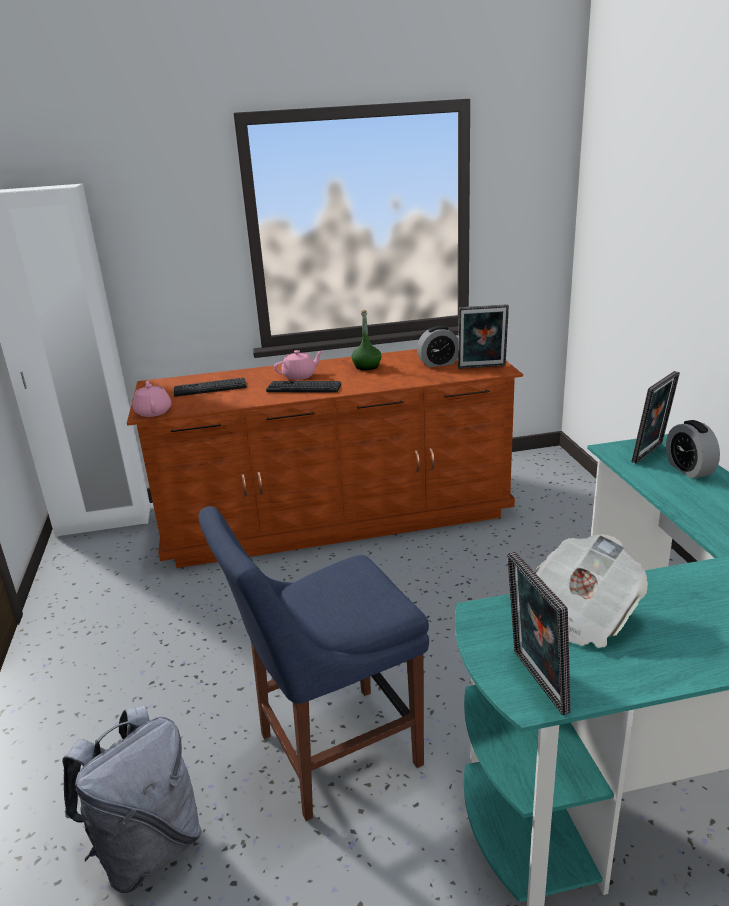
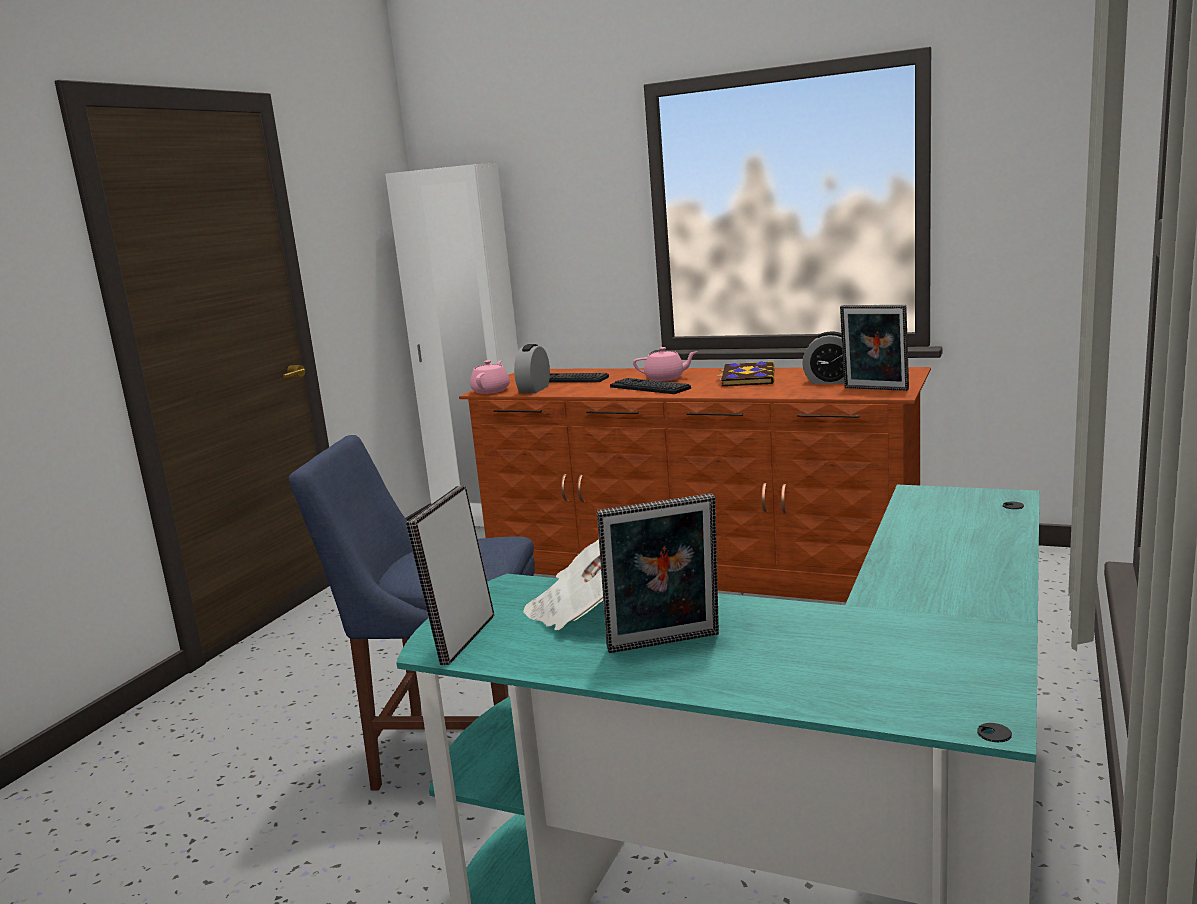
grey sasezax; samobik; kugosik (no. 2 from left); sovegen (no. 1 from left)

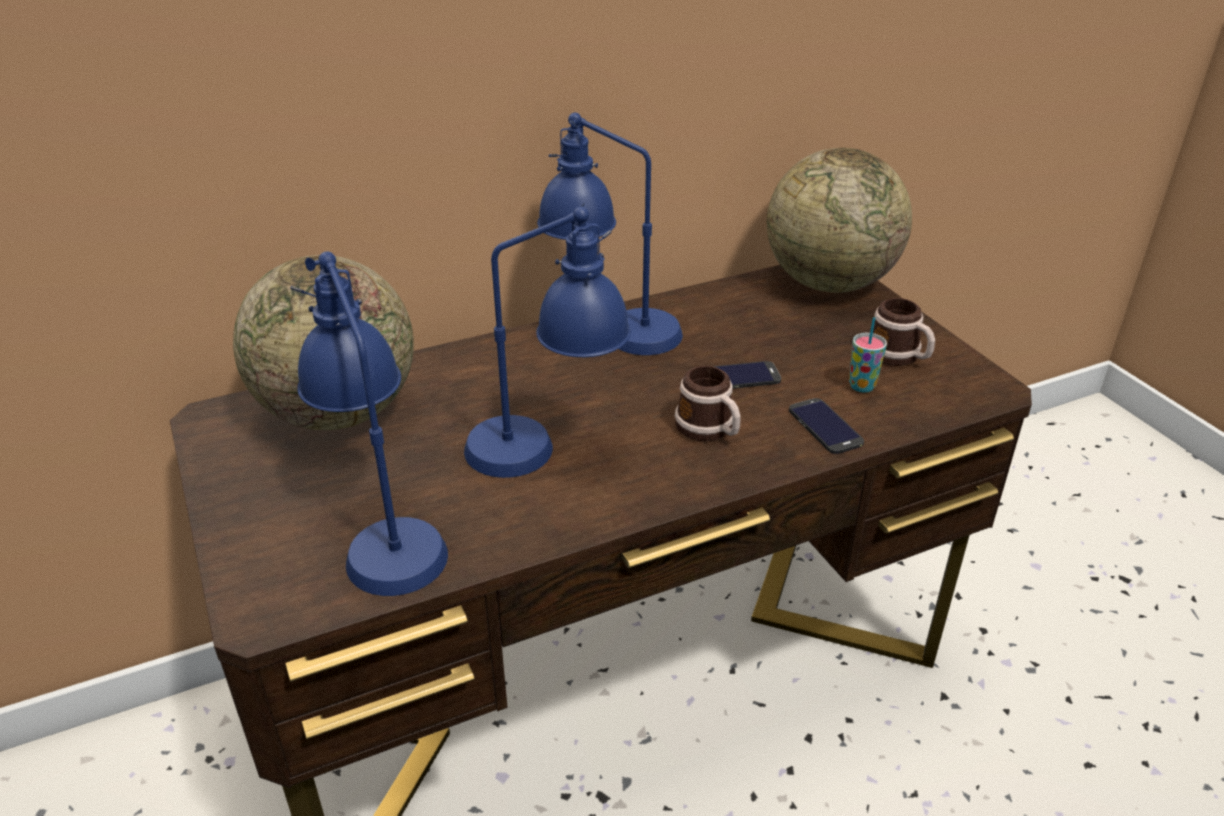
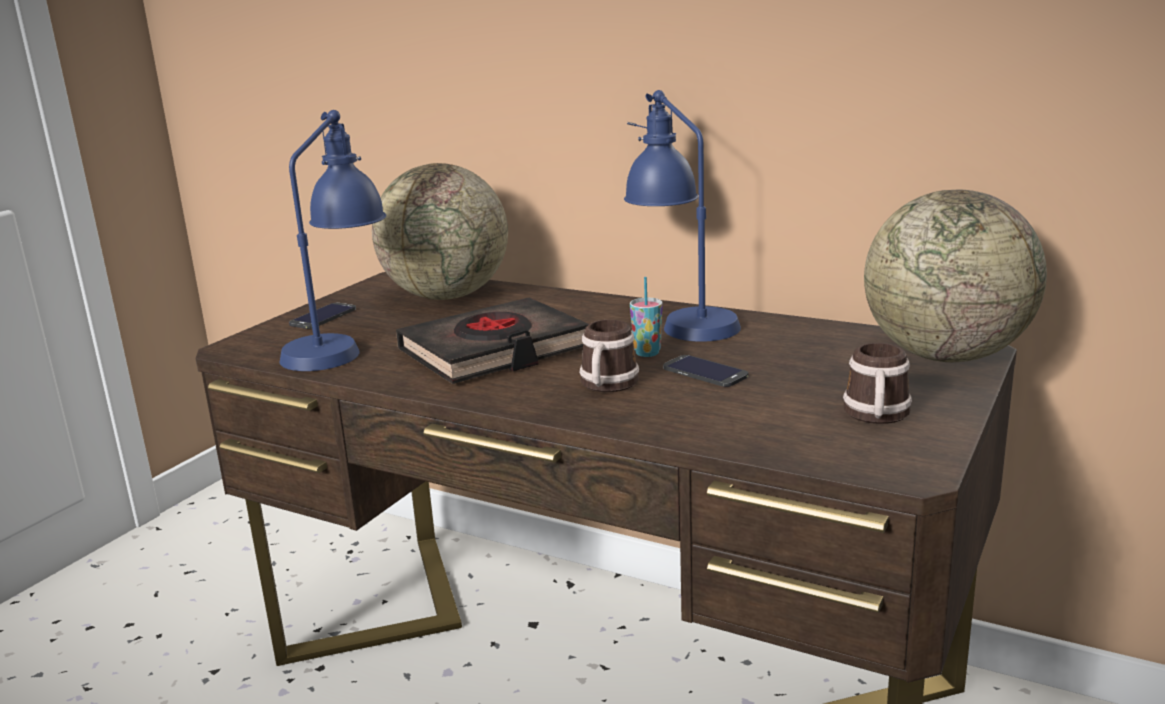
black samobik; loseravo (no. 1 from left); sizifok

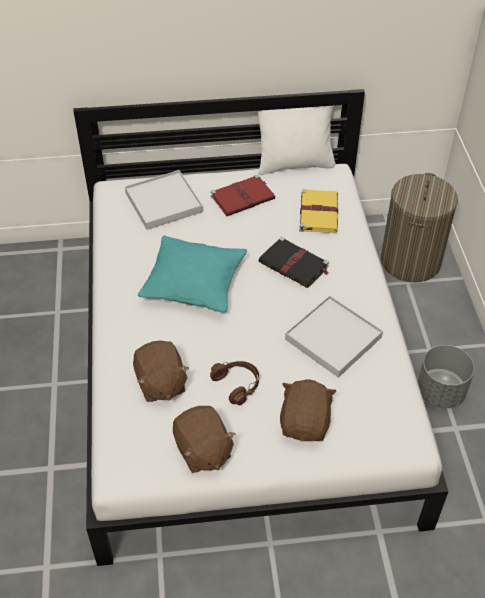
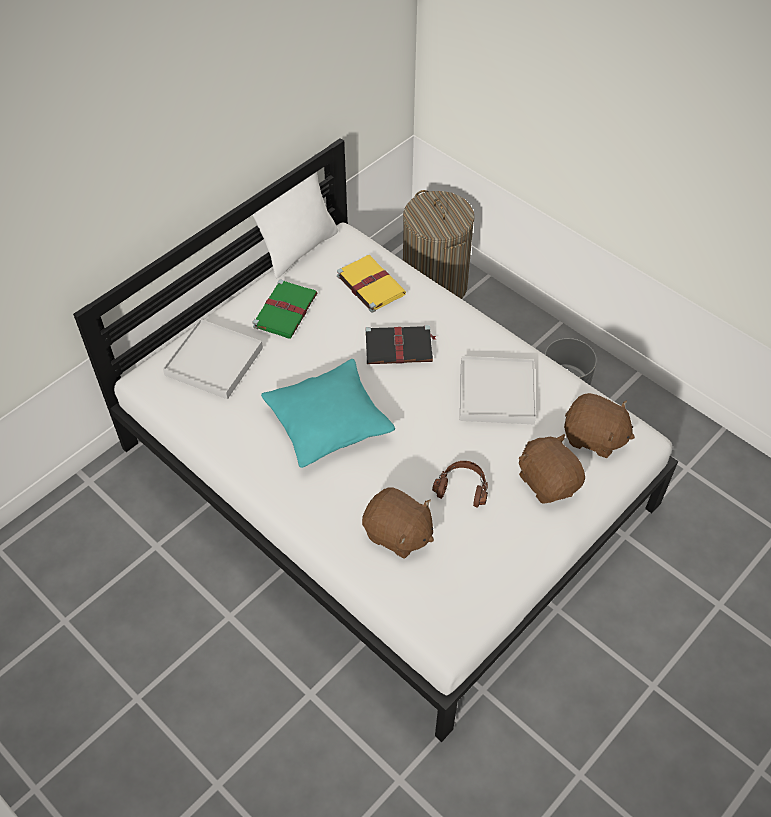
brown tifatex (no. 3 from left); green samobik

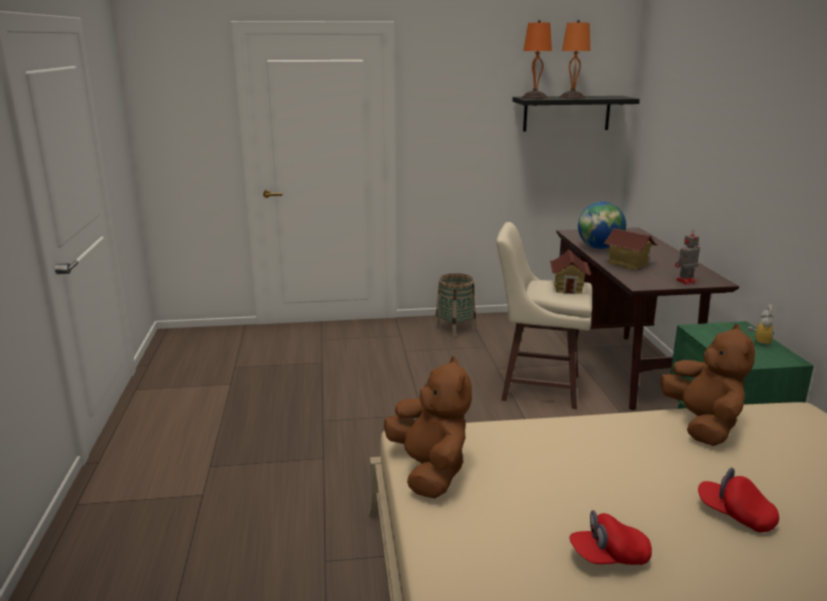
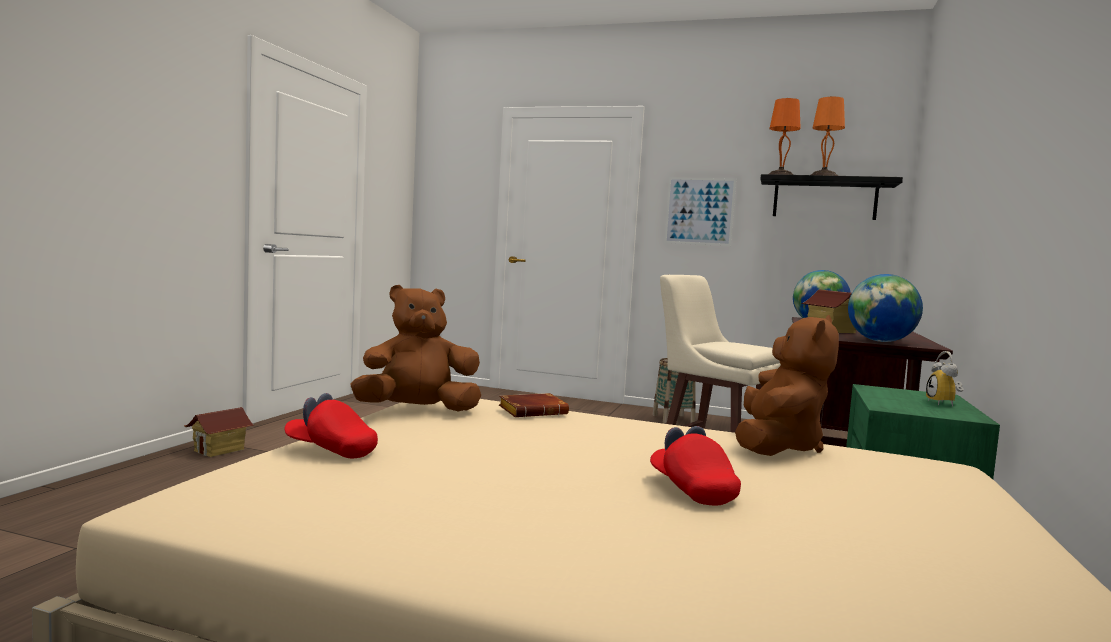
brown tifatex (no. 1 from left); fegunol (no. 1 from left); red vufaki (no. 1 from left); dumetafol (no. 2 from left); sovegen; brown samobik; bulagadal

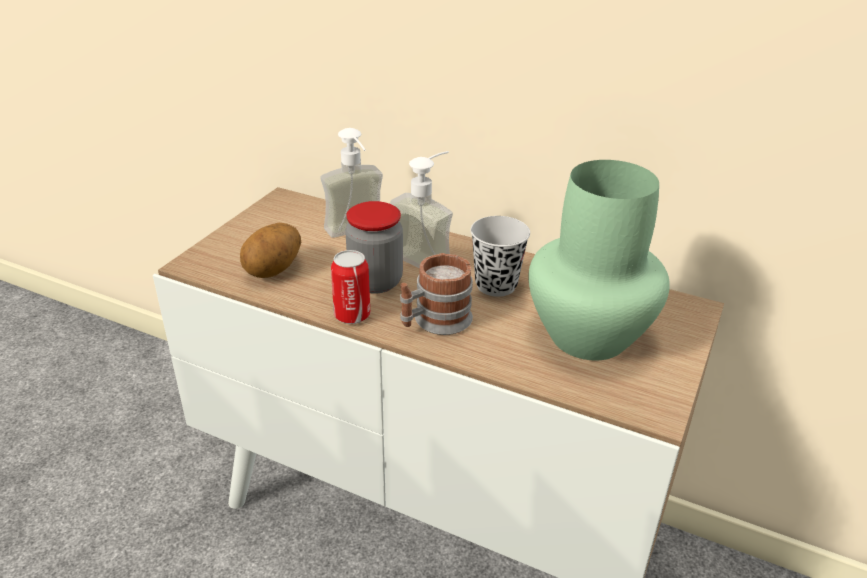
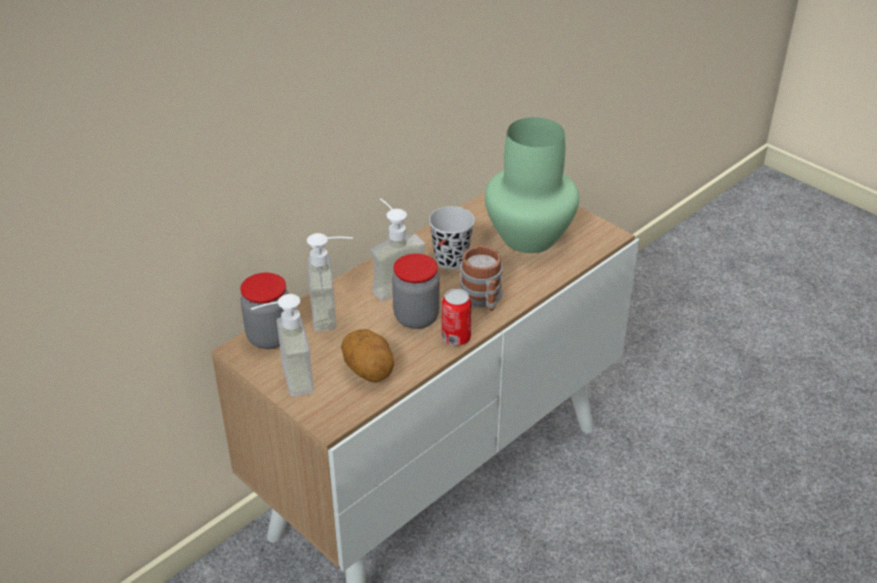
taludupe (no. 1 from left); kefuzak (no. 1 from left)

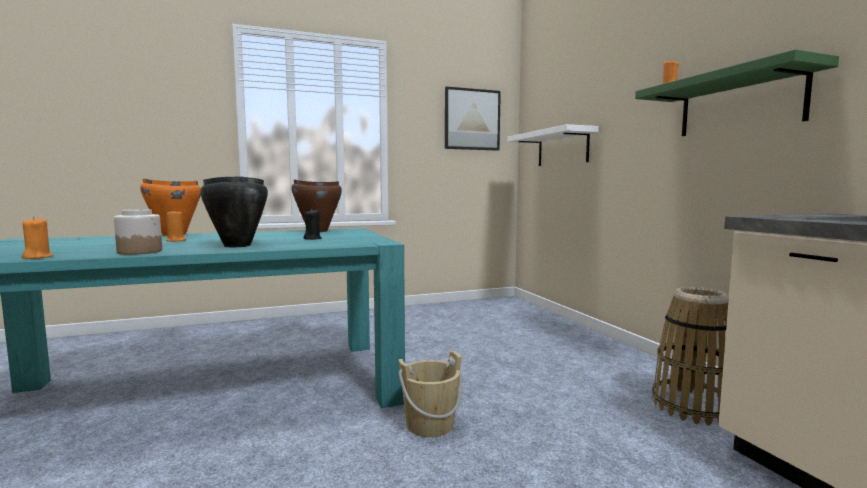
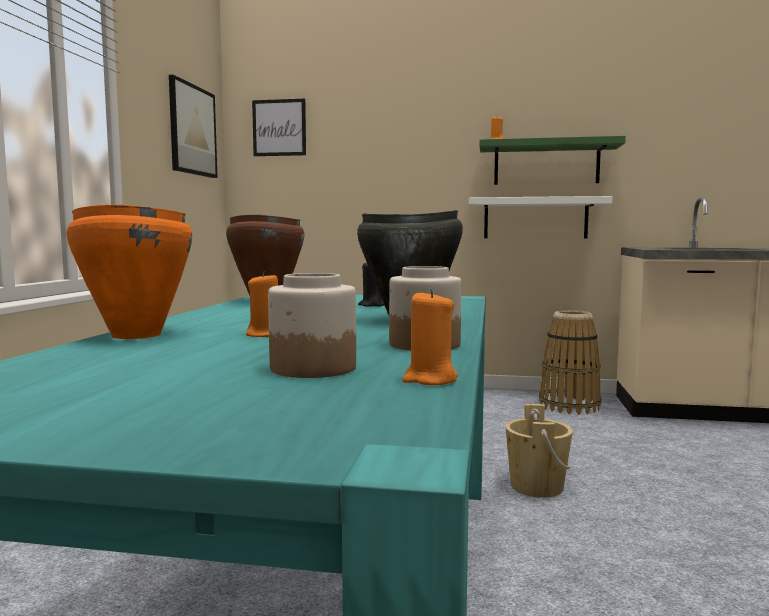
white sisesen; bulagadal (no. 2 from left); taludupe (no. 1 from left)

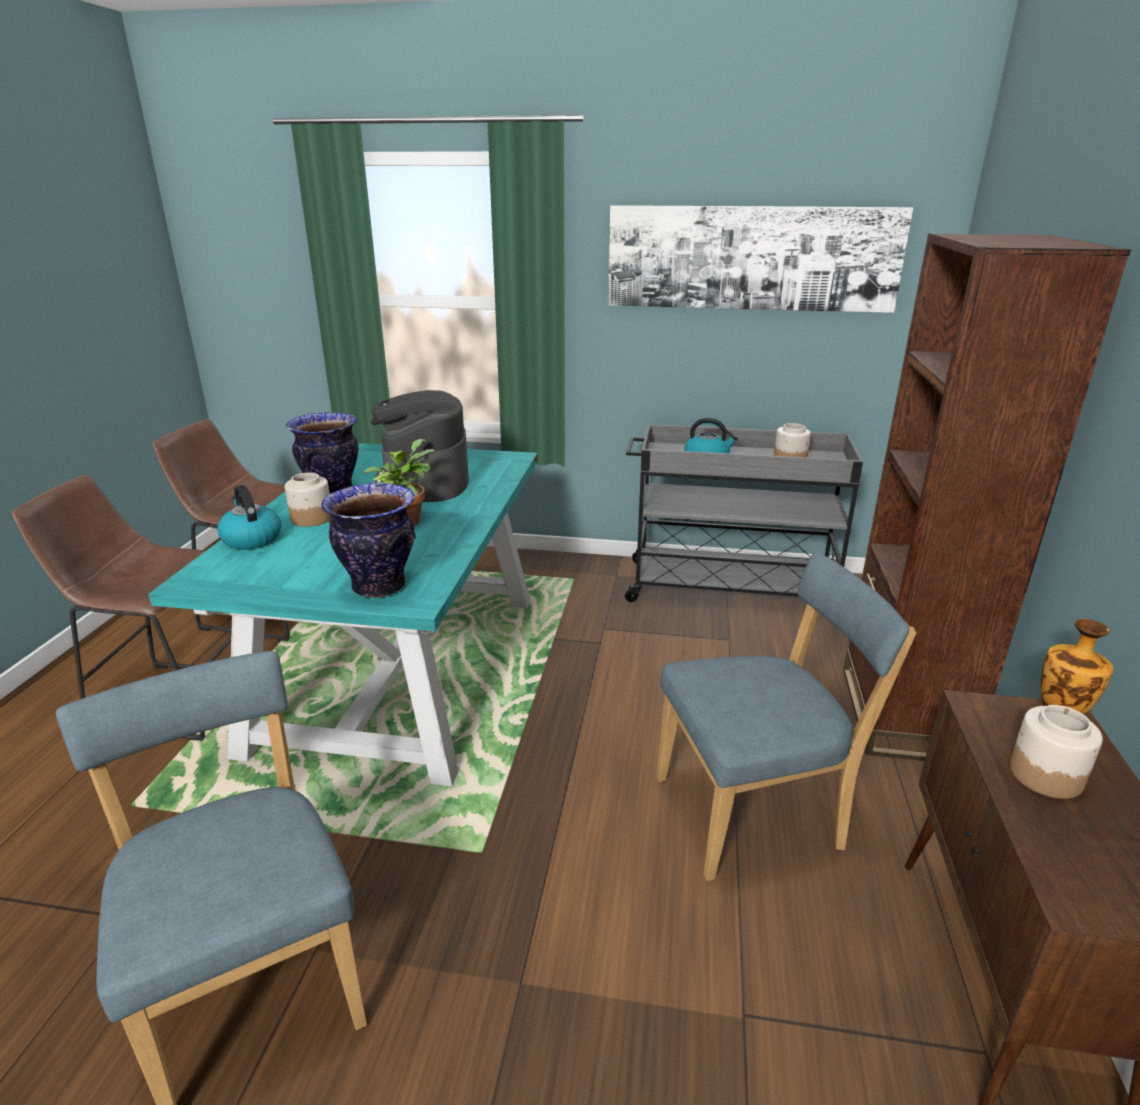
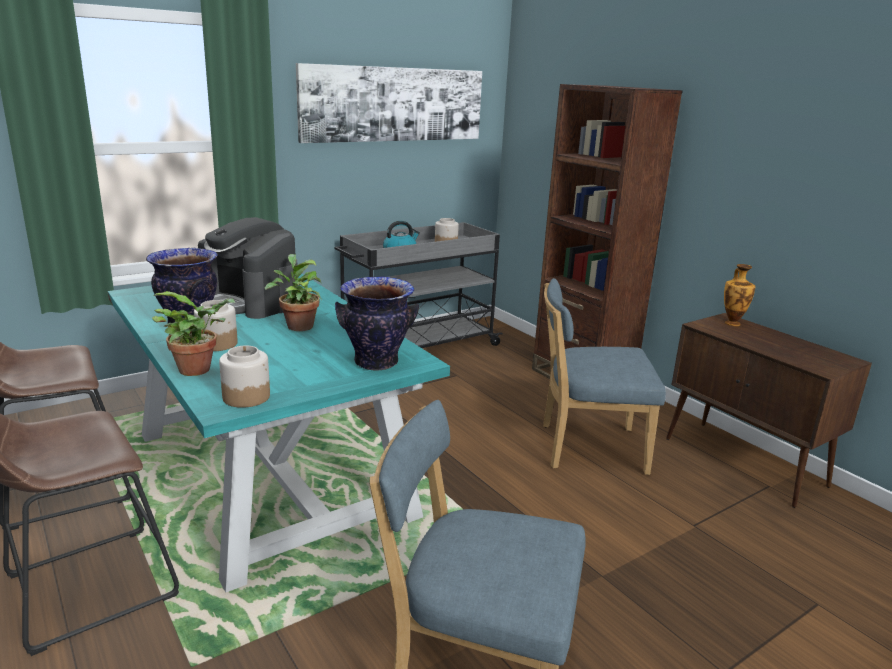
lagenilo (no. 1 from left); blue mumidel (no. 2 from left); taludupe (no. 2 from left)

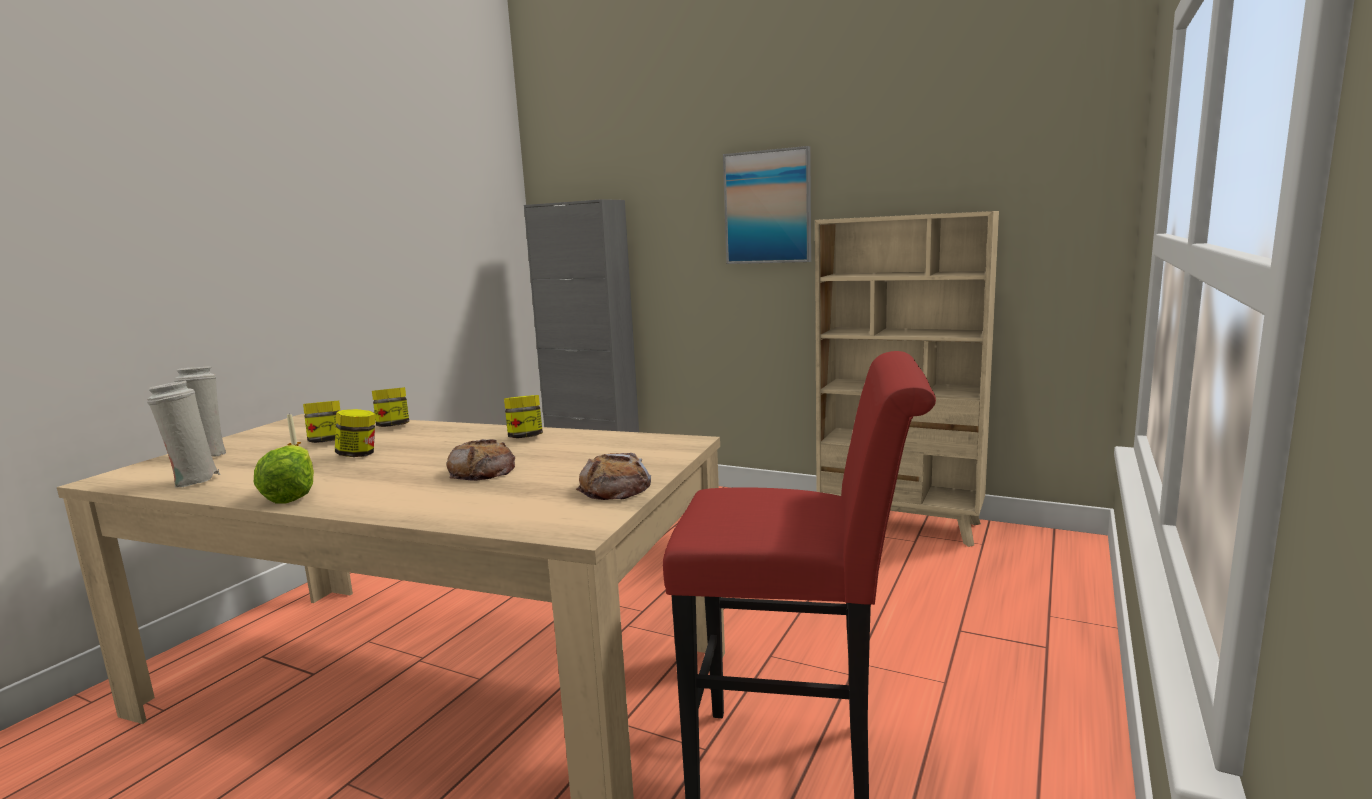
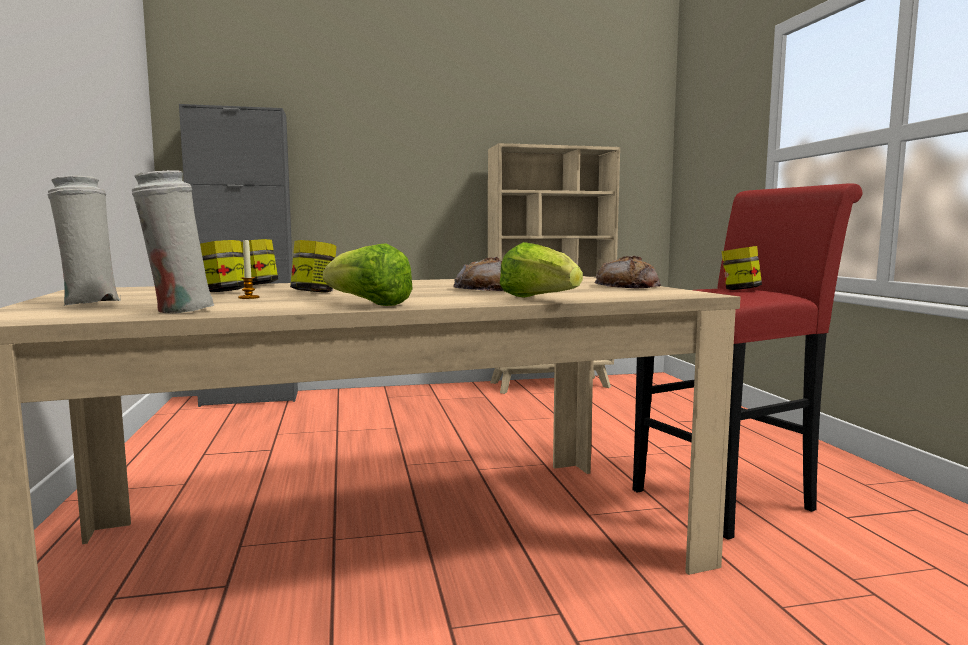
taludupe (no. 4 from left); bulagadal; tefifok (no. 2 from left)

